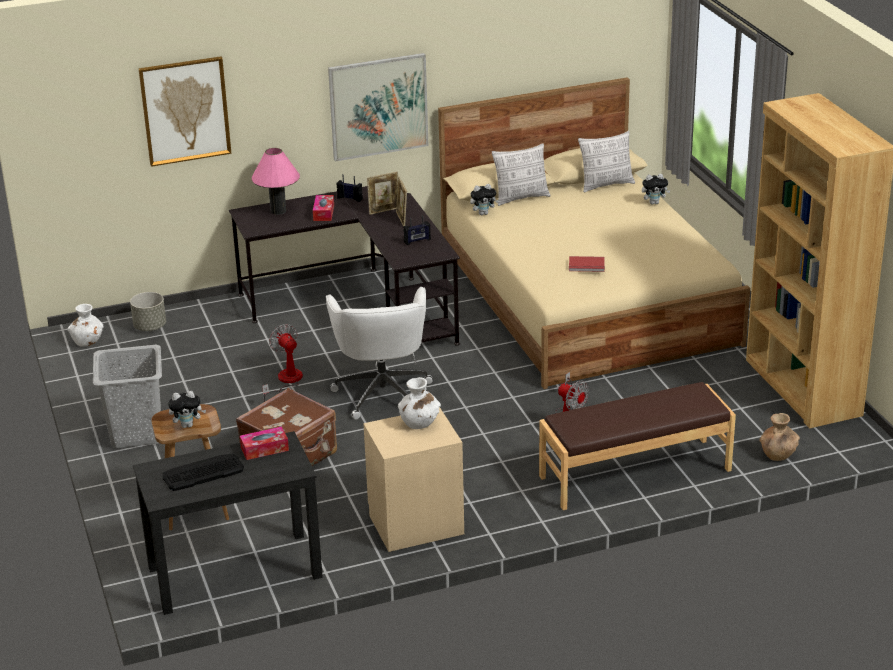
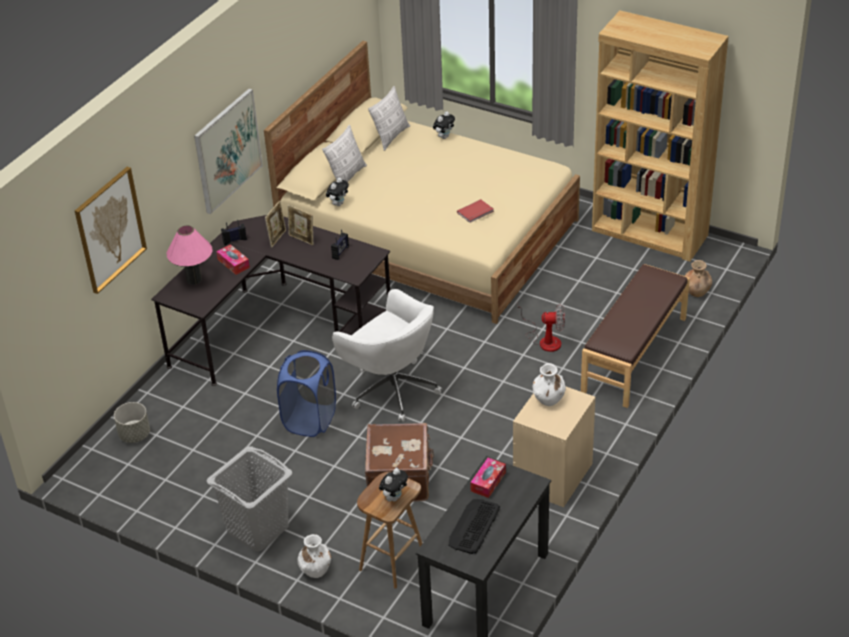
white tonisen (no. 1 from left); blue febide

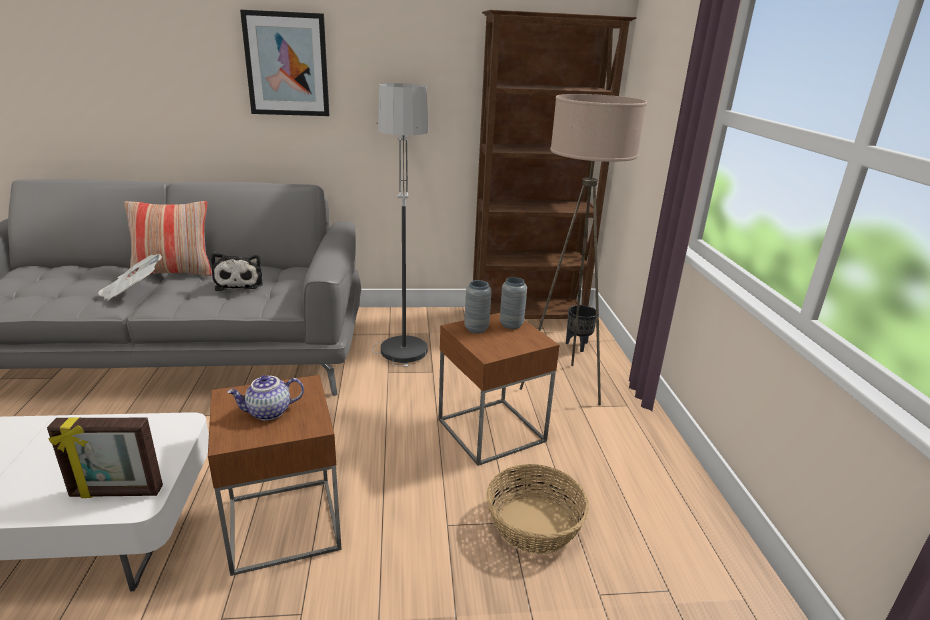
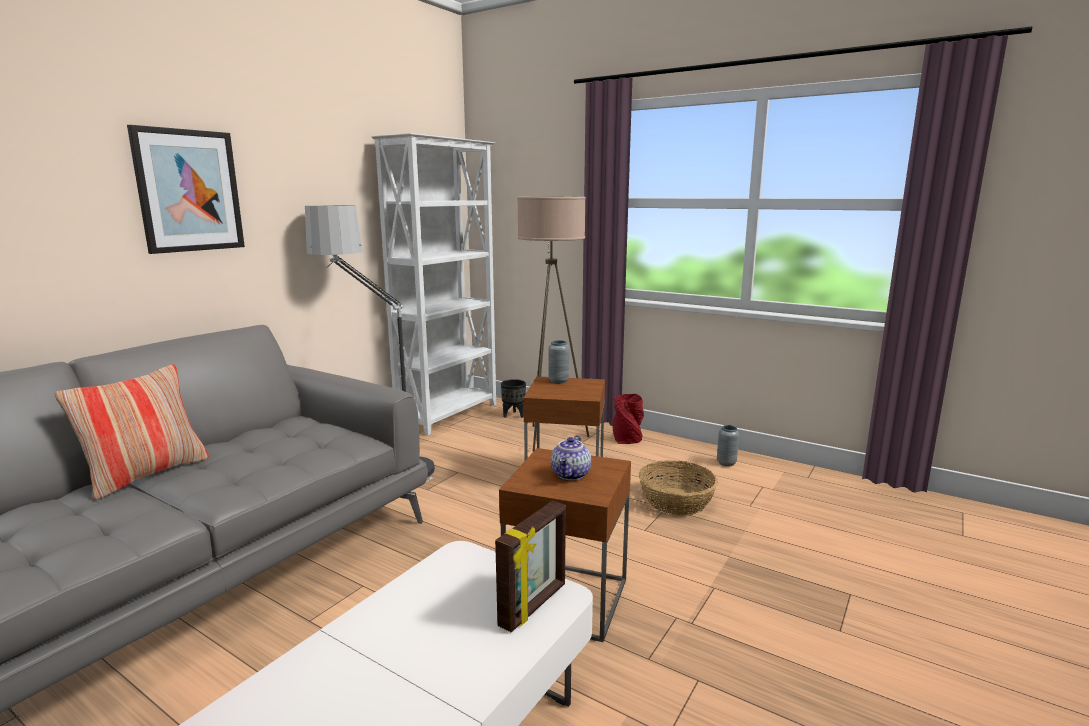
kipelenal; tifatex; grey tonisen (no. 2 from left); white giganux; red tonisen

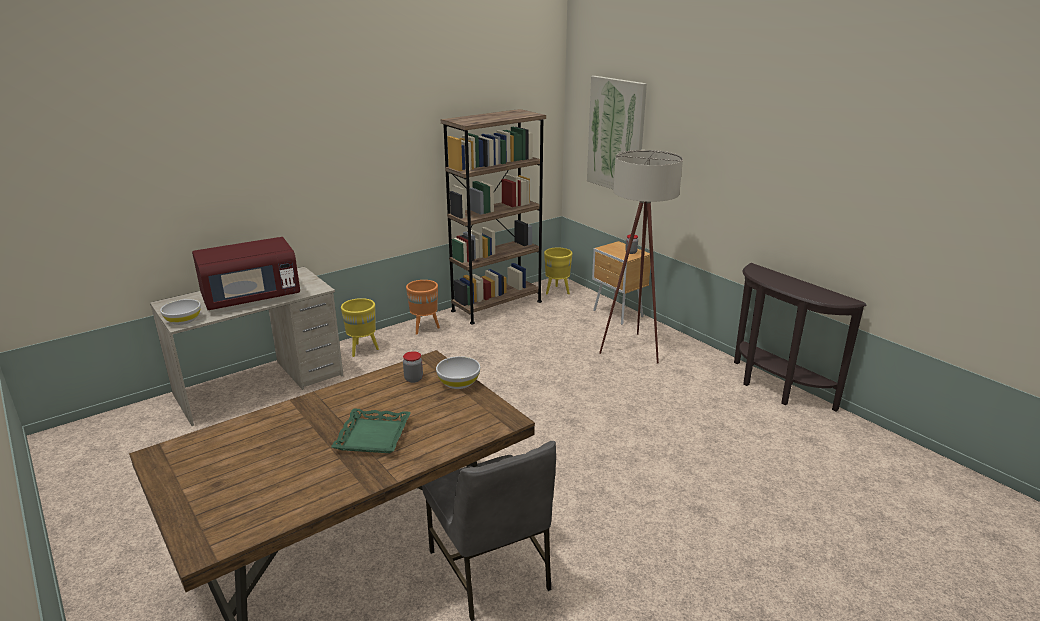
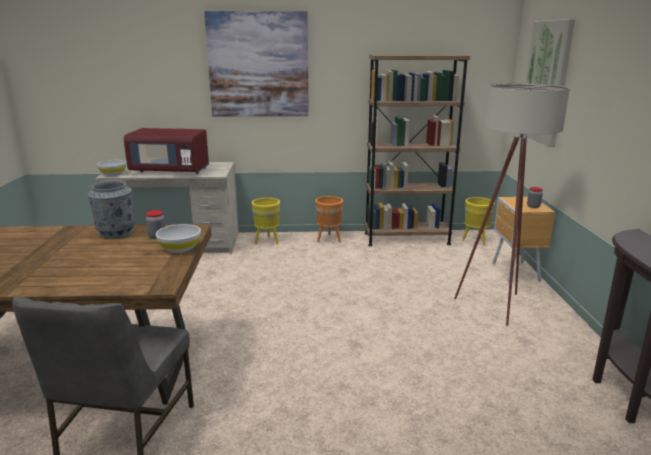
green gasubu; grey tonisen; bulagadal (no. 1 from left)

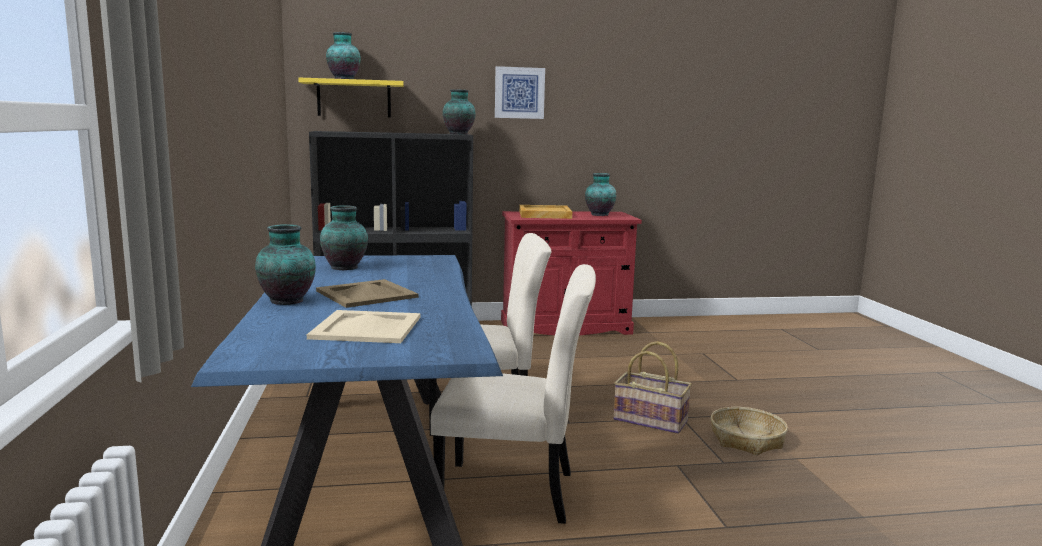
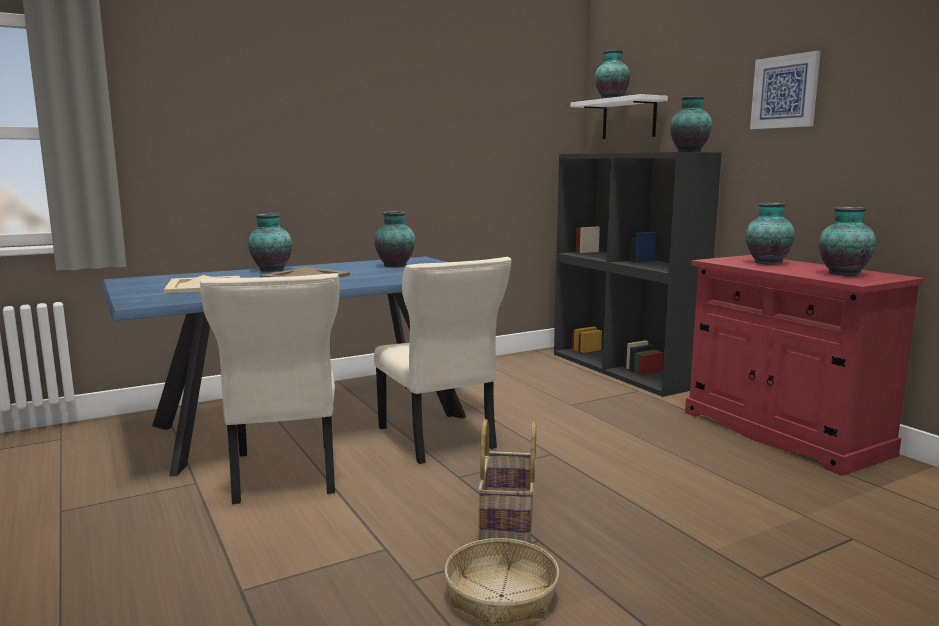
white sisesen; tonisen (no. 5 from left)

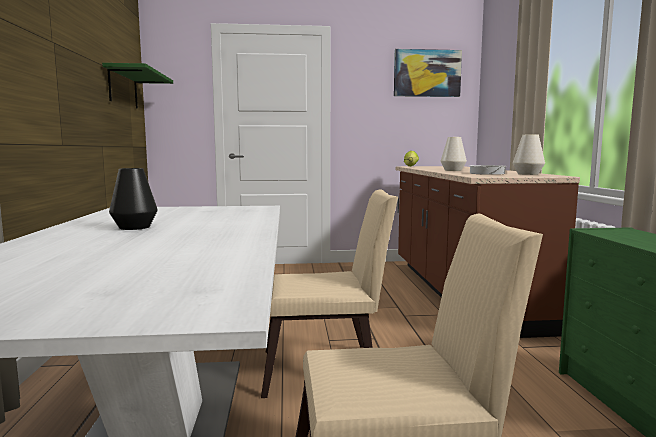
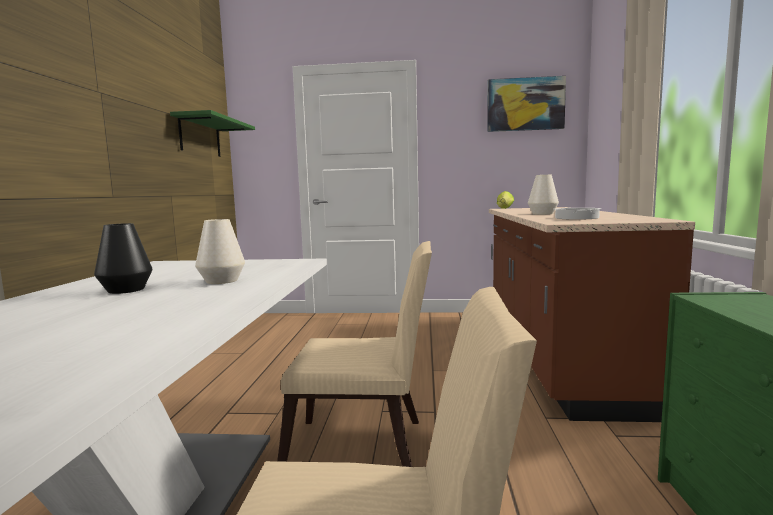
white tonisen (no. 1 from left)

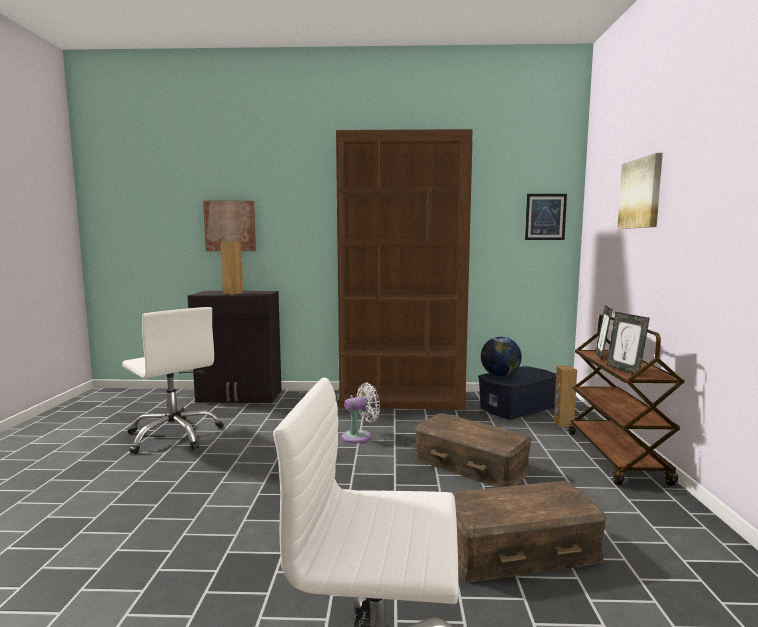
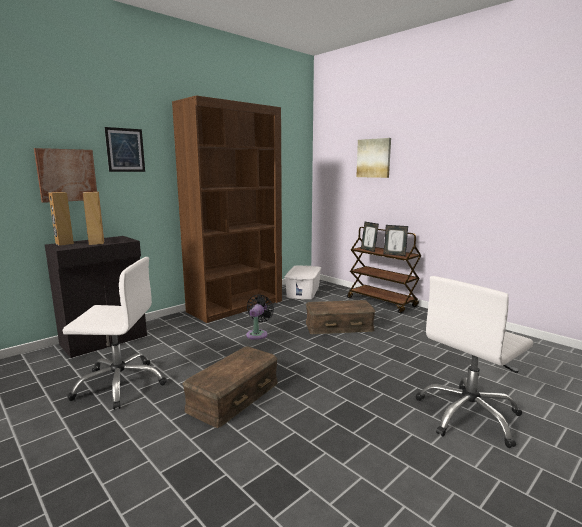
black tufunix; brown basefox (no. 1 from left); white basefox; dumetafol; bulagadal (no. 2 from left); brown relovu (no. 1 from left)

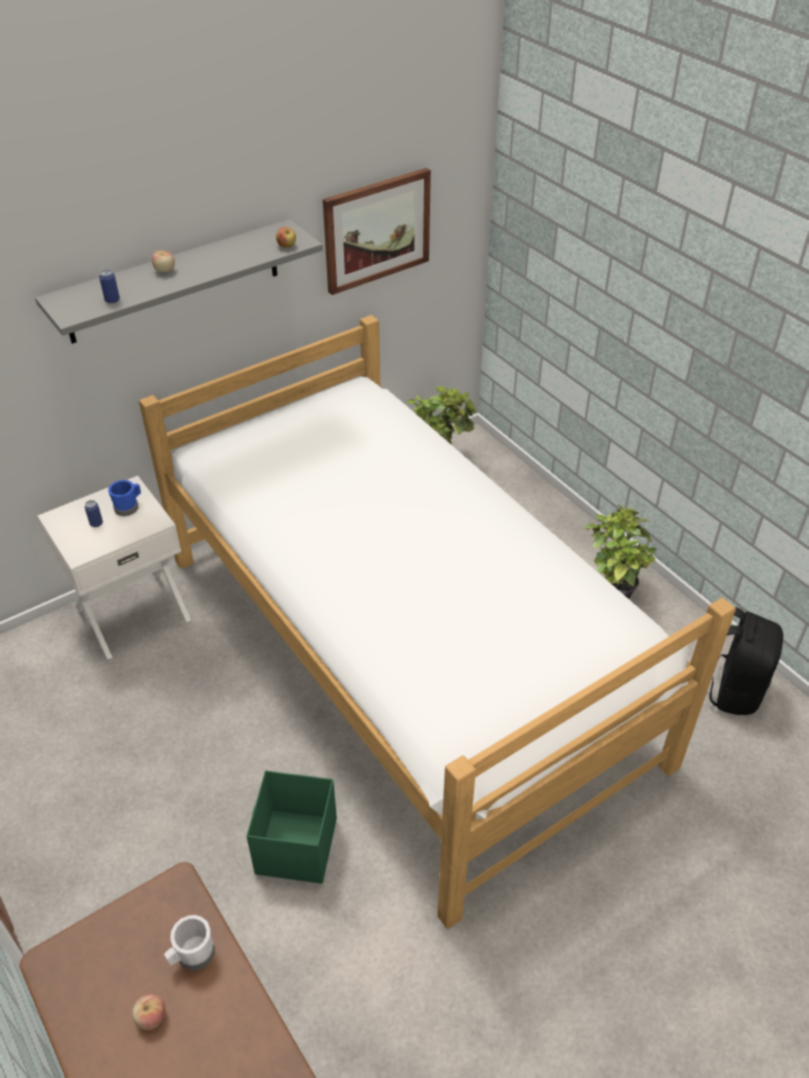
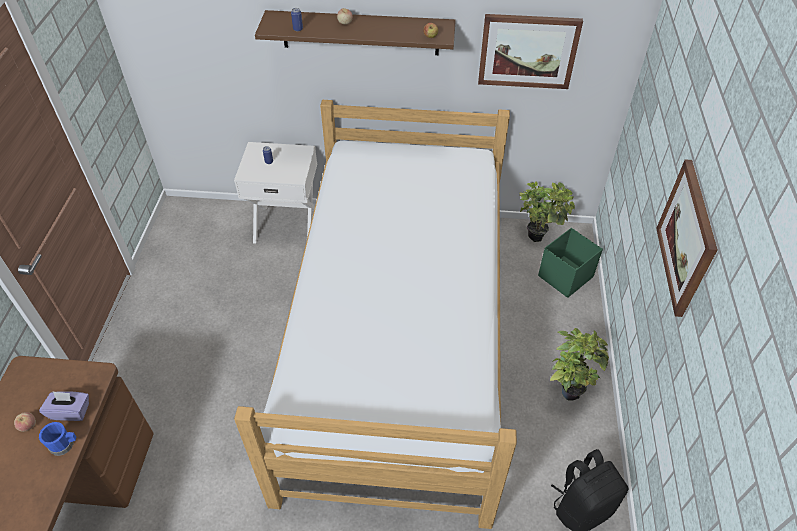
brown sisesen; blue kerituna; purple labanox; green basefox; bulagadal (no. 2 from left)

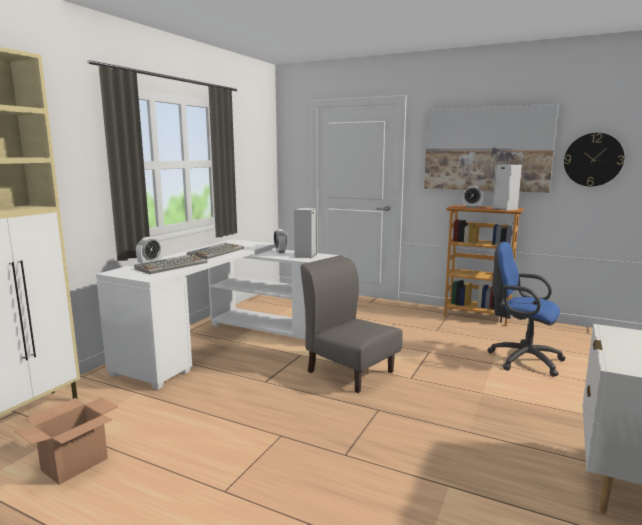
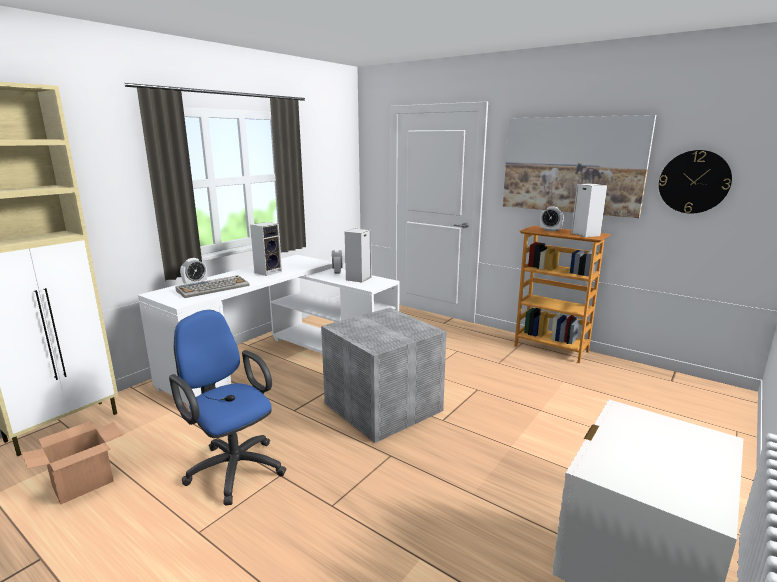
relovu (no. 1 from left); grey basefox; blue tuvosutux

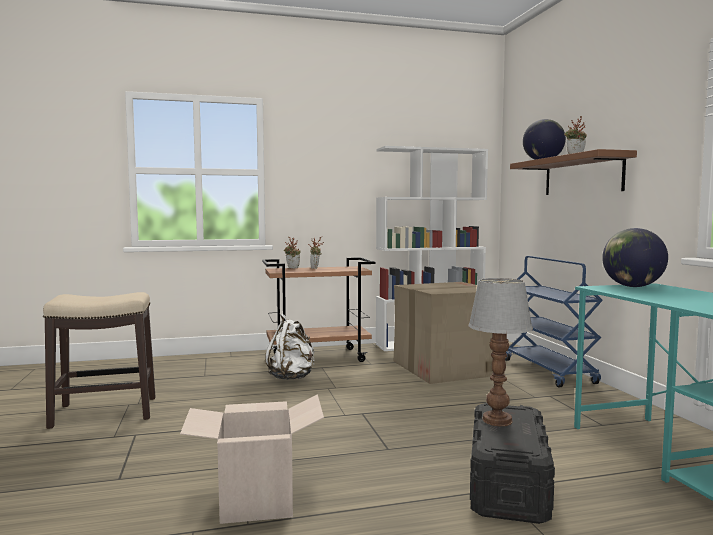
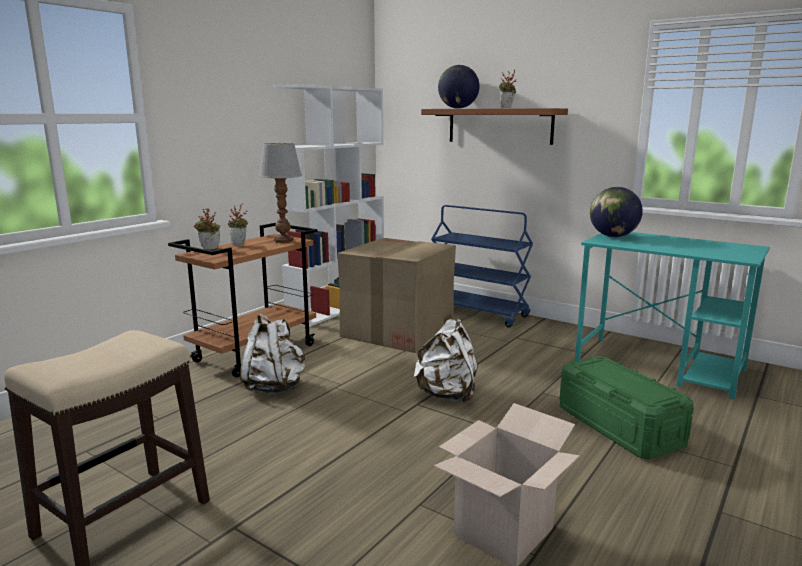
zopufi; green basefox; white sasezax (no. 2 from left)

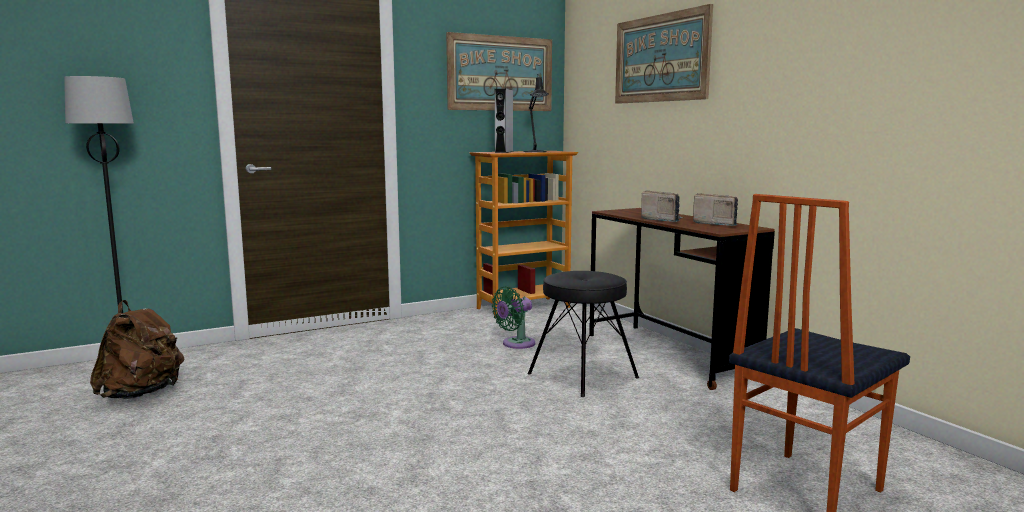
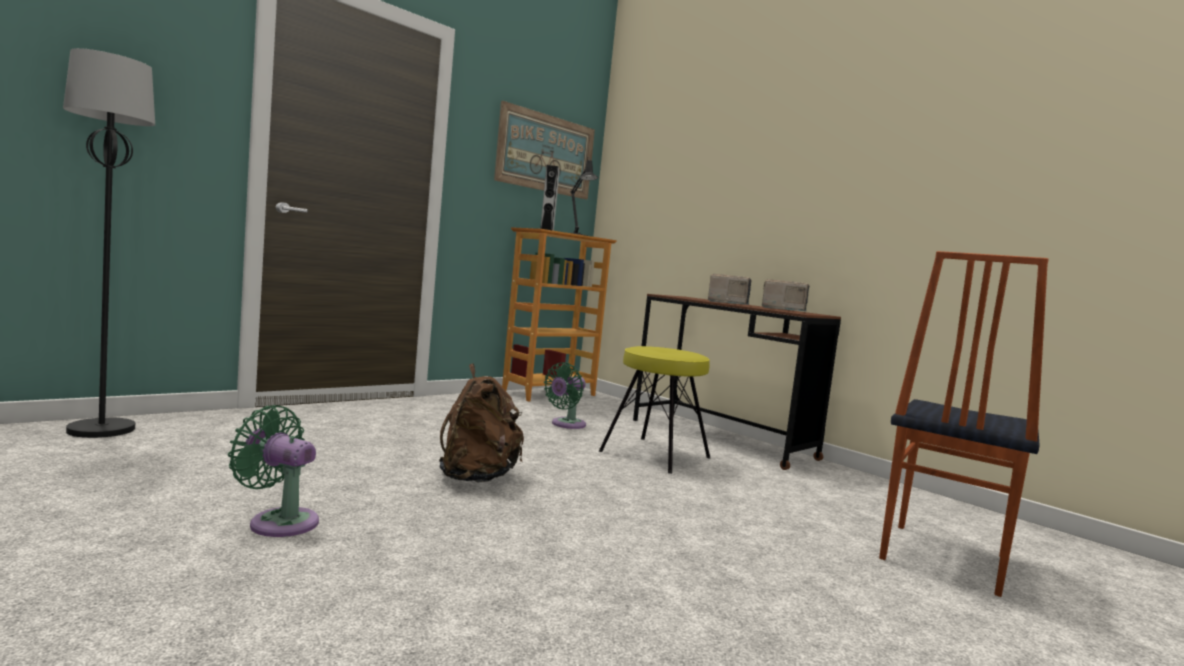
brown sasezax; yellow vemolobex; bulagadal (no. 2 from left in the first image); green tufunix (no. 1 from left)

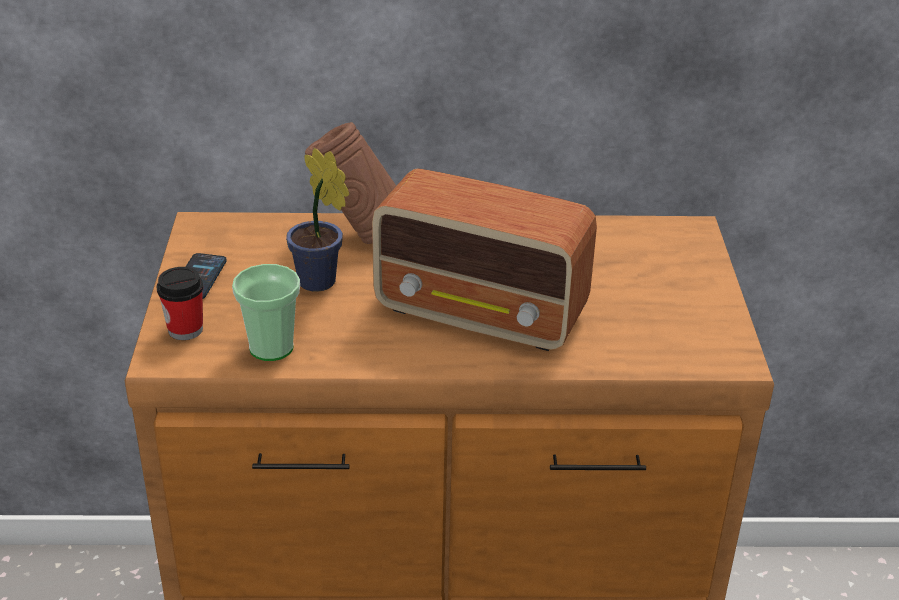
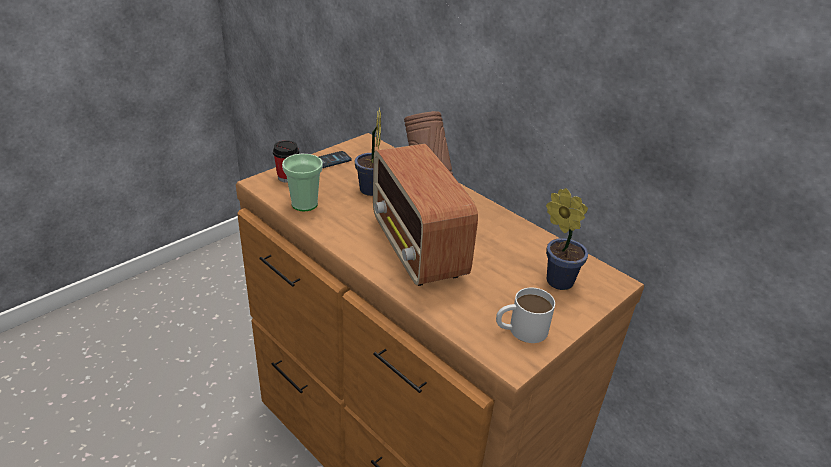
white kerituna; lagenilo (no. 2 from left)

